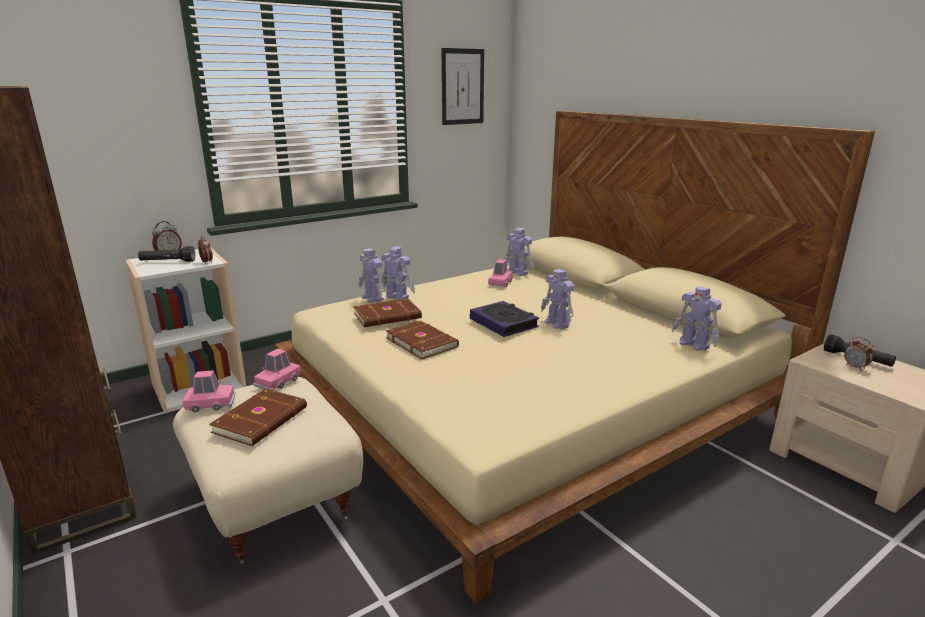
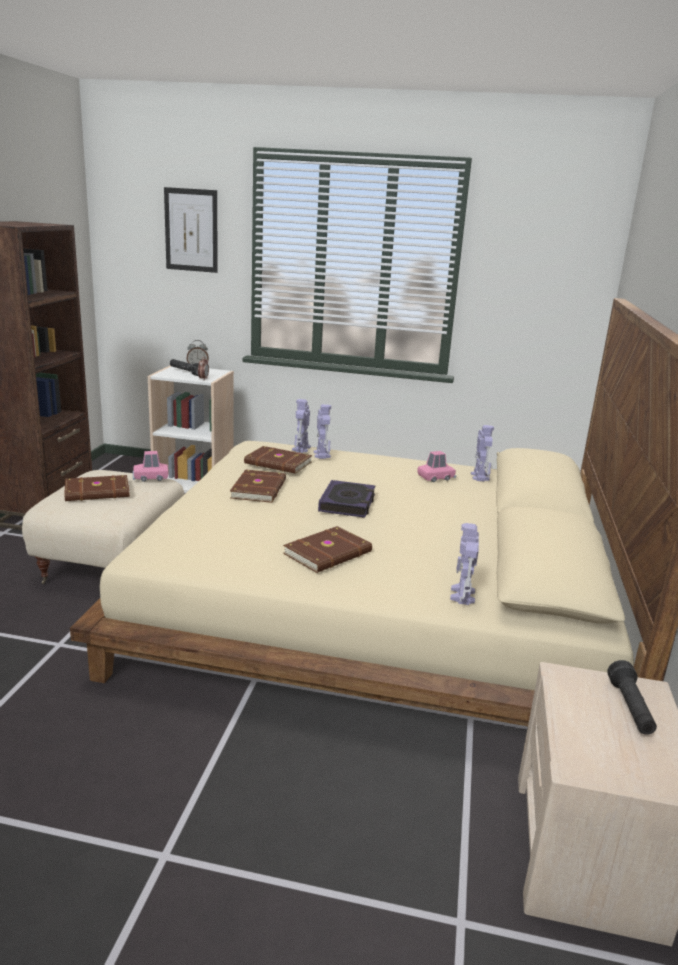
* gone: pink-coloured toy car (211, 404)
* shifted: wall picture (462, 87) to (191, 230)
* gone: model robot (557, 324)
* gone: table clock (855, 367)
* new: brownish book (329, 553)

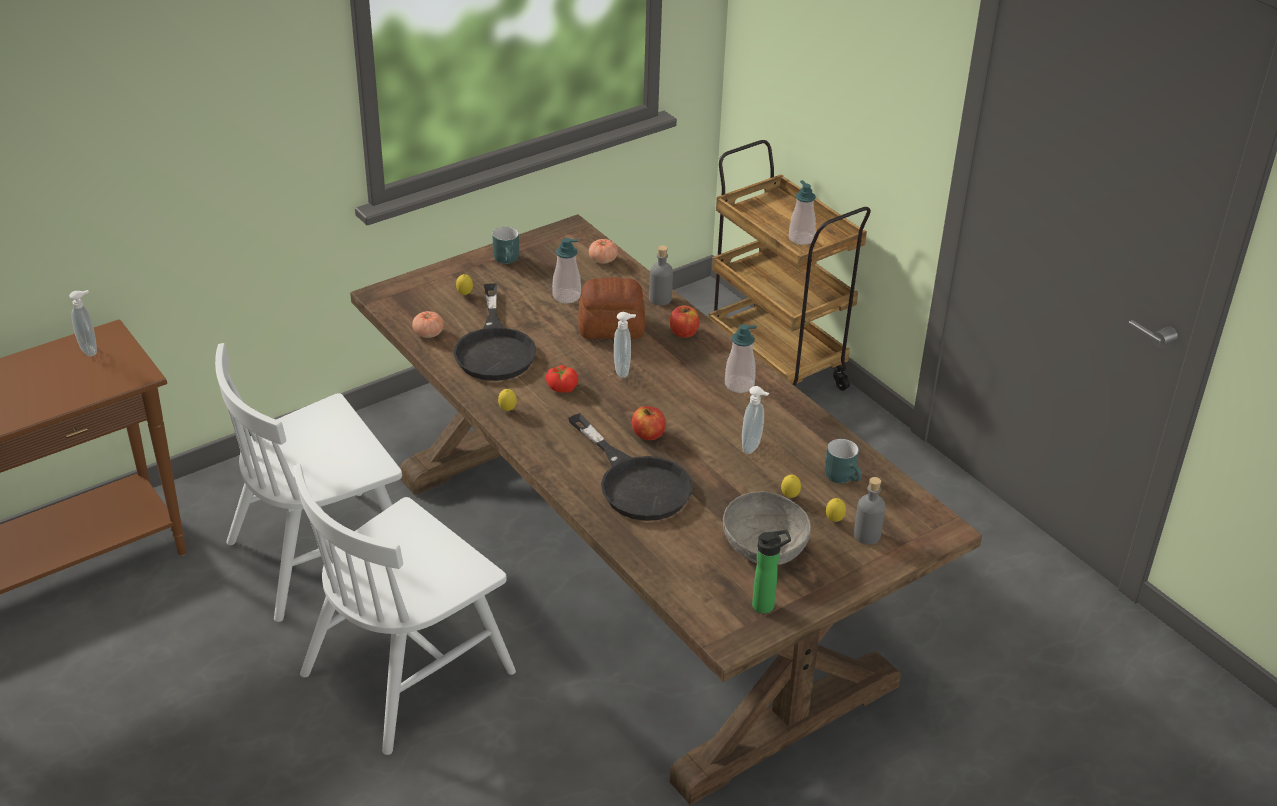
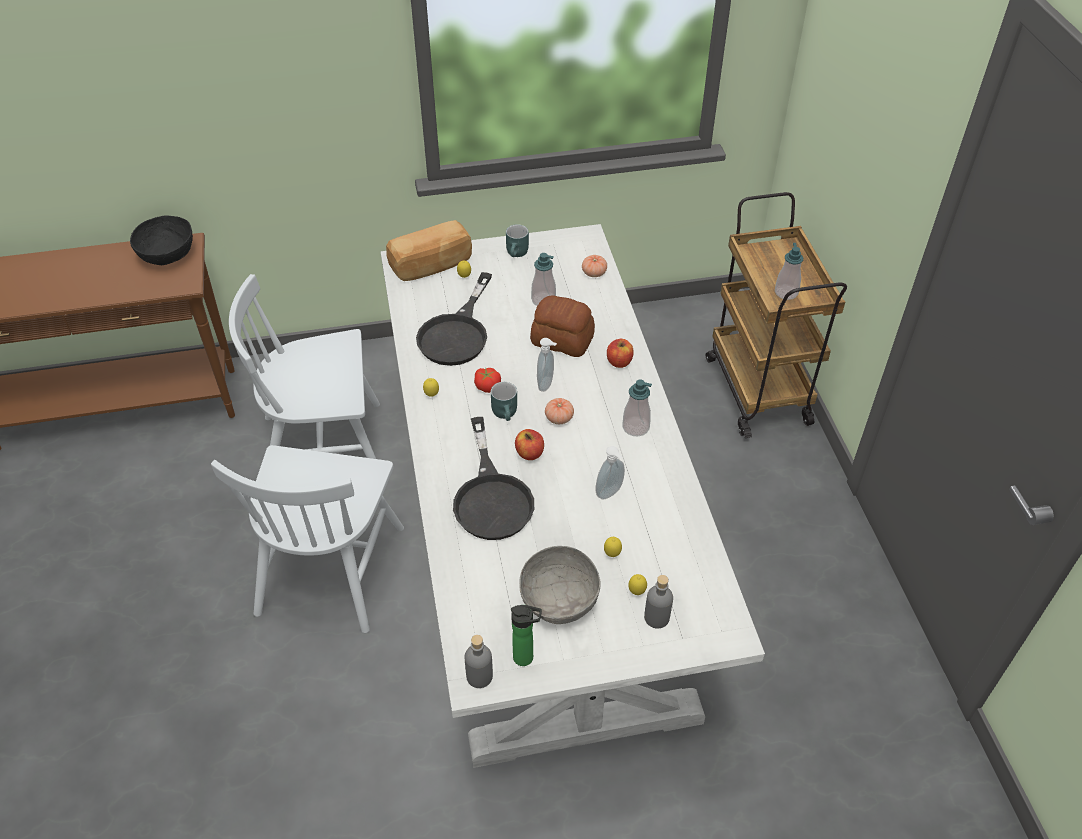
* swapped: soap dispenser (90, 349) to black serving bowl (167, 253)
* rotated: white-coloured chair (408, 671) = (330, 569) 60 degrees counterclockwise
* repainted: brownish dinner table (635, 576) to white-coloured dinner table (542, 544)
* shifted: whole tomato (428, 333) to (559, 418)
* shifted: gray drink bottle (660, 299) to (479, 676)
* shifted: turquoise-coloured tea mug (844, 477) to (507, 413)
* new: baked bread (431, 265)

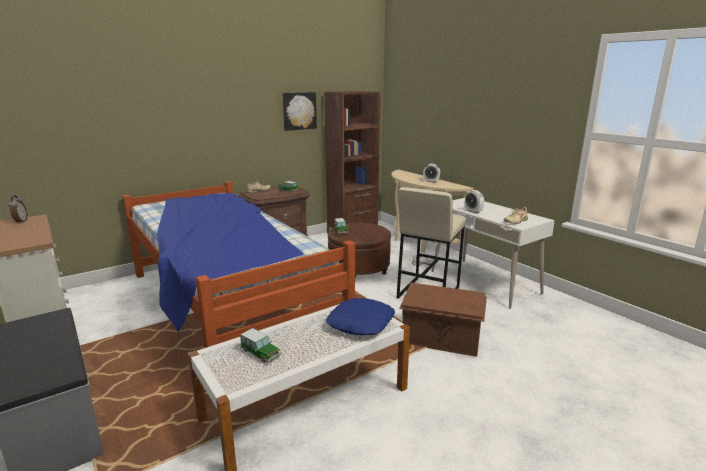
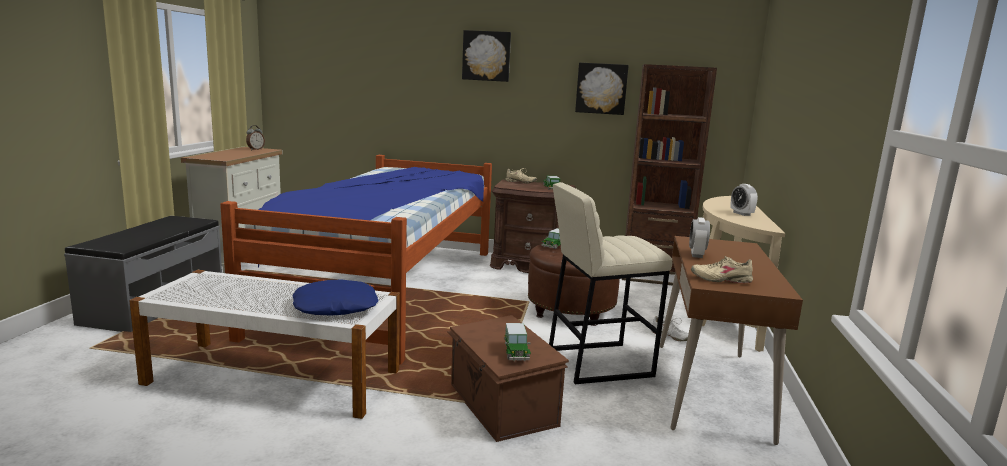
* shifted: toy car (260, 353) to (516, 352)
* repainted: white-coloured desk table (484, 282) to brownish desk table (710, 389)
* new: wall picture (486, 56)

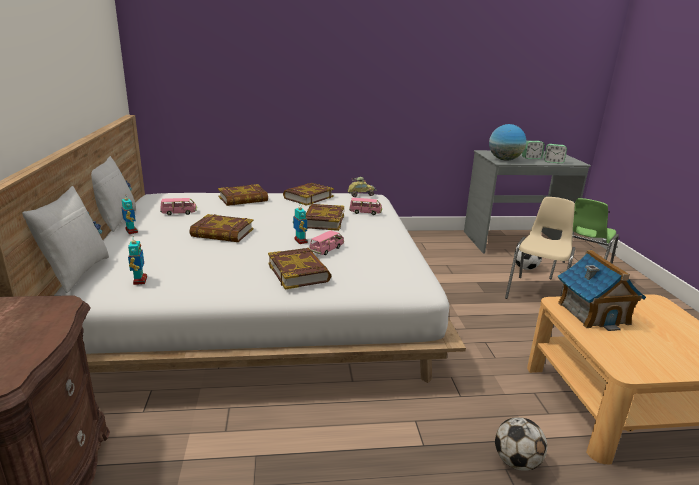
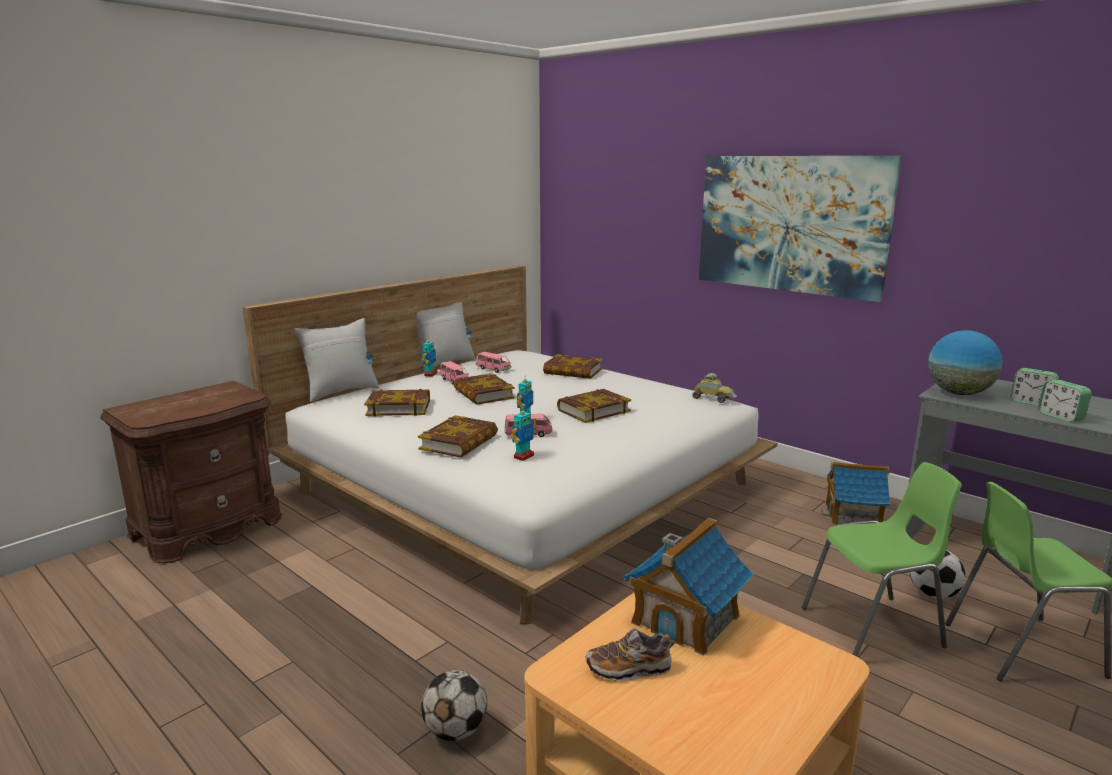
* shifted: model robot (139, 281) to (523, 456)
* shifted: book (308, 197) to (399, 407)
* shifted: pink-coloured toy car (365, 212) to (454, 380)
* repainted: beige-coloured chair (537, 293) to greenish chair (874, 628)
* new: item of footwear (629, 669)
* new: wall picture (790, 224)
* new: toy house (853, 515)

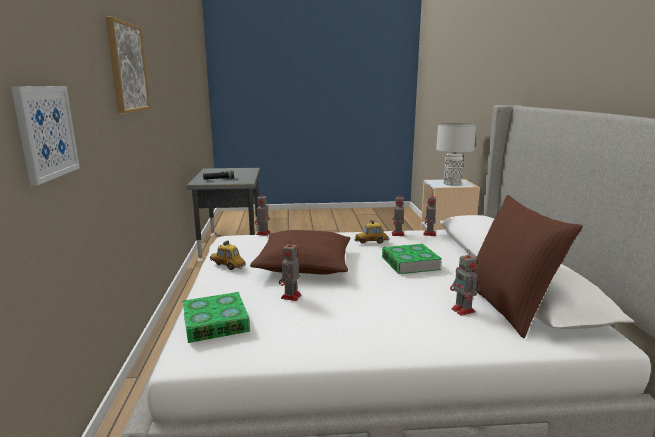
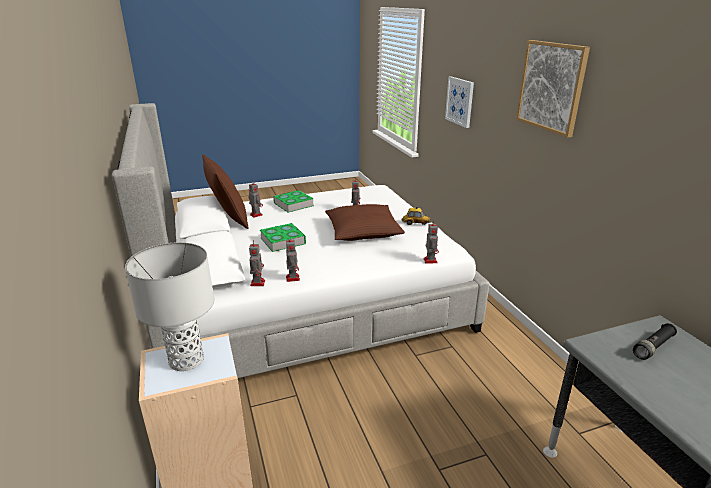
* shifted: book (215, 323) to (293, 204)
* gone: toy car (371, 242)

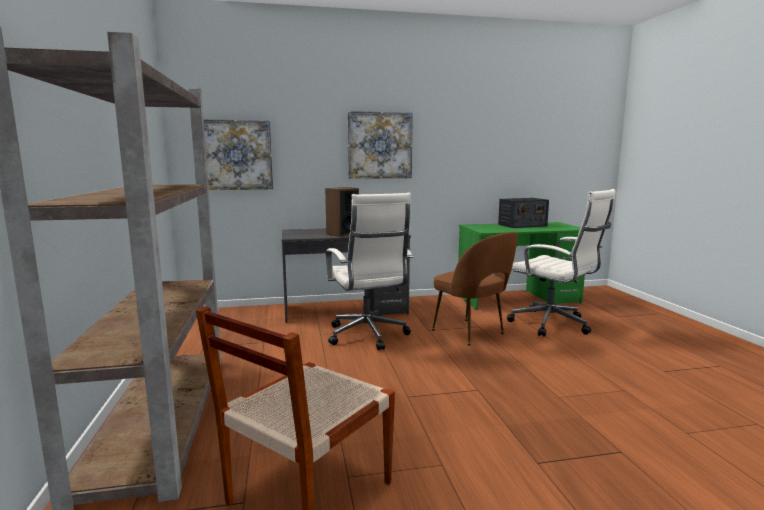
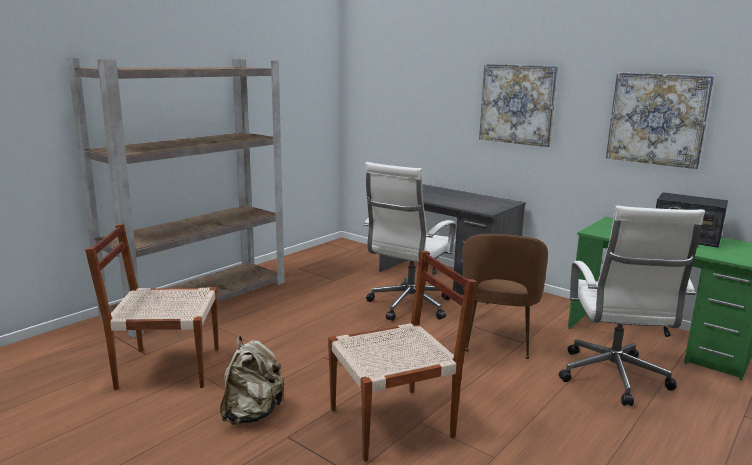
* shifted: wall picture (236, 155) to (657, 119)
* gone: audio speaker (342, 234)
* new: beige-coloured rucksack (252, 414)
* new: chair (394, 423)

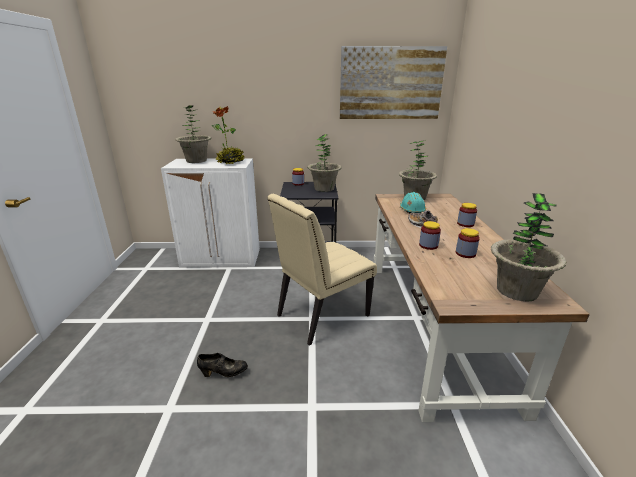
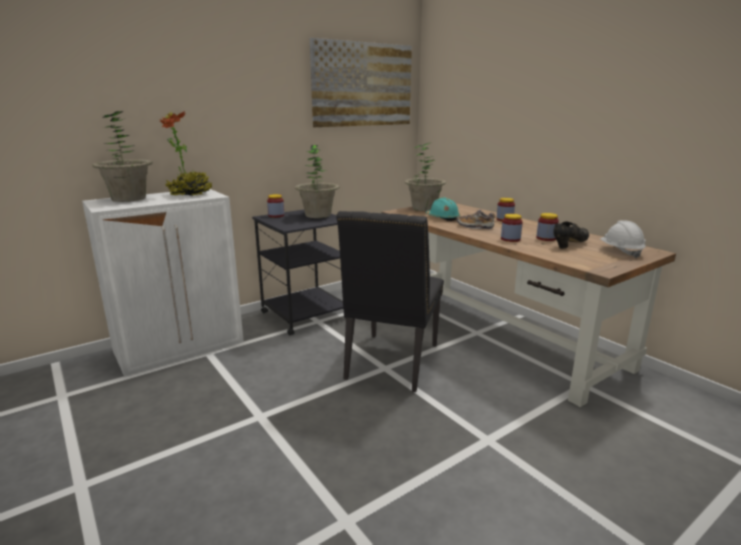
* shifted: black item of footwear (223, 373) to (570, 244)
* repainted: beige-coloured chair (323, 315) to black chair (392, 360)
* swapped: potted plant (516, 291) to white-coloured work helmet (620, 252)

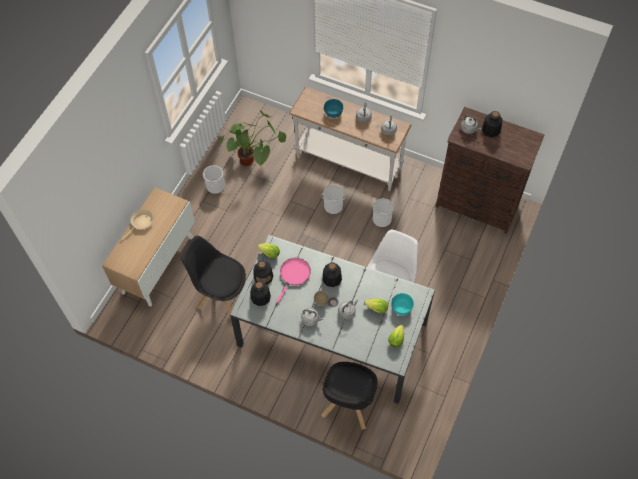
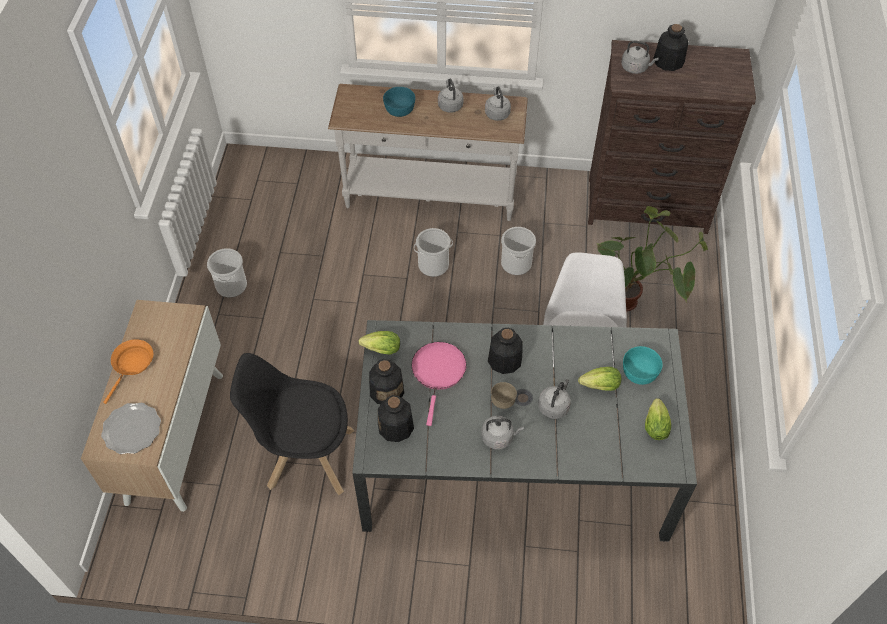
* repainted: beige-coloured frying pan (141, 223) to orange frying pan (132, 365)
* shifted: potted plant (254, 159) to (634, 296)
* gone: black chair (348, 405)
* new: flat dish (132, 429)

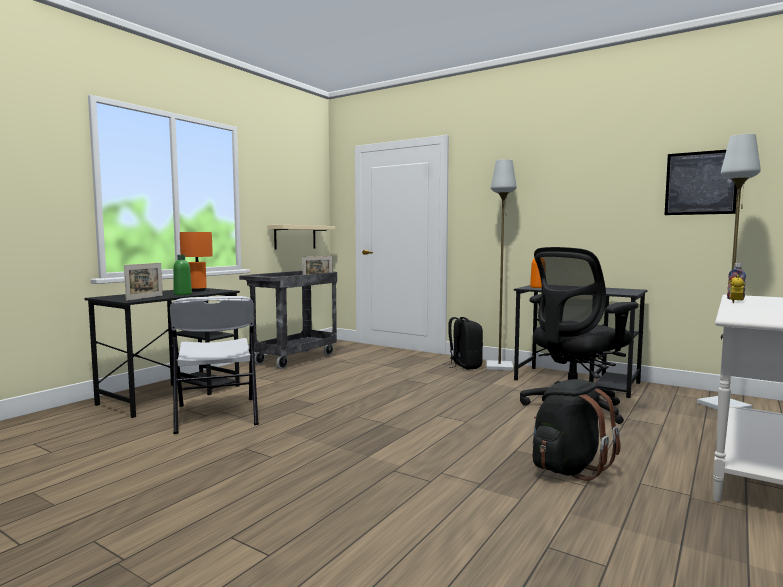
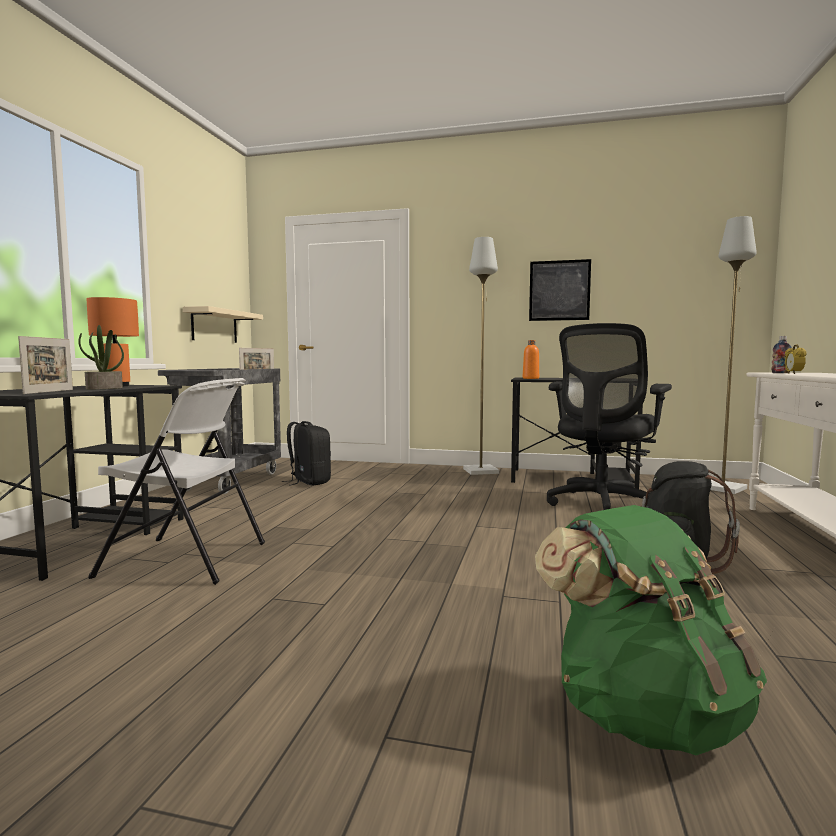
* rotated: white-coloured chair (216, 415) = (184, 560) 45 degrees counterclockwise
* swapped: greenish drink bottle (182, 294) to potted plant (104, 388)
* shifted: black rucksack (464, 366) to (308, 482)
* shifted: wall picture (700, 183) to (559, 290)
* new: greenish rucksack (643, 713)

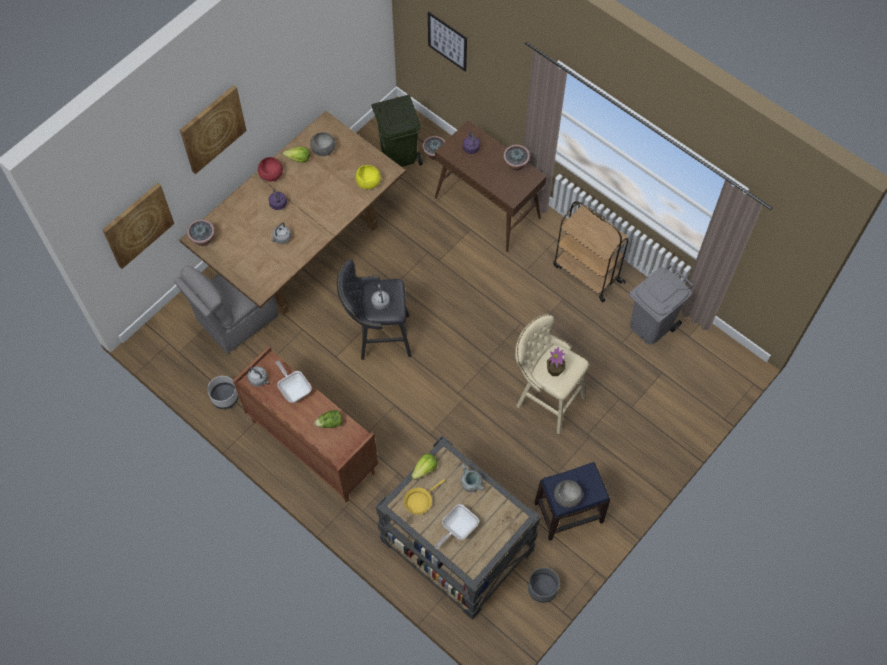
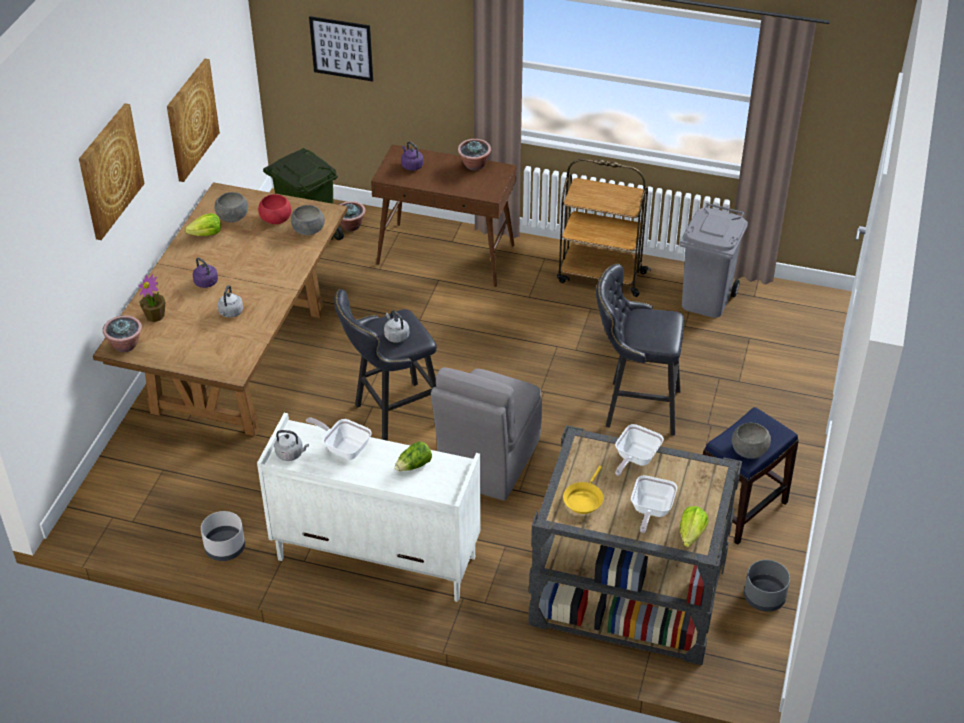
* shifted: wall picture (138, 225) to (191, 119)
* shifted: gray chair (236, 319) to (488, 461)
* repainted: brownish storage cabinet (312, 446) to white-coloured storage cabinet (375, 558)
* shifted: reddish serving bowl (271, 174) to (276, 219)
* repainted: yellow-coloured serving bowl (368, 182) to gray serving bowl (308, 230)
* shifted: lettuce (425, 469) to (691, 534)
* swapped: gray stockpot (471, 483) to frying pan (635, 459)
* repainted: beige-coloured sitting stool (544, 397) to black sitting stool (632, 406)
* shifted: potted plant (555, 370) to (155, 316)

